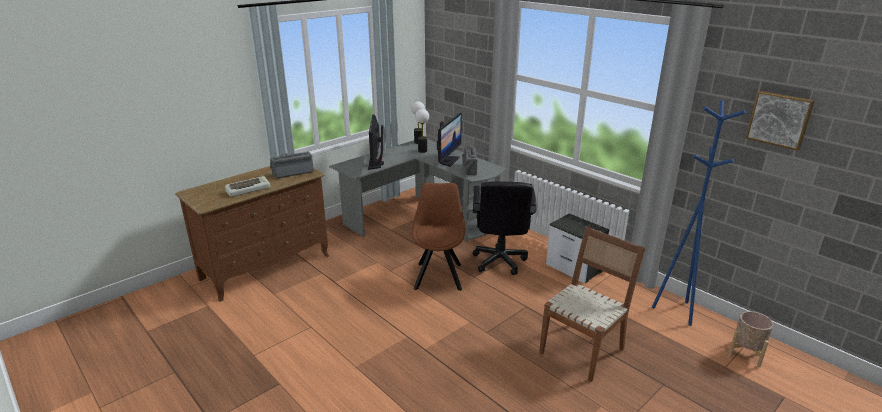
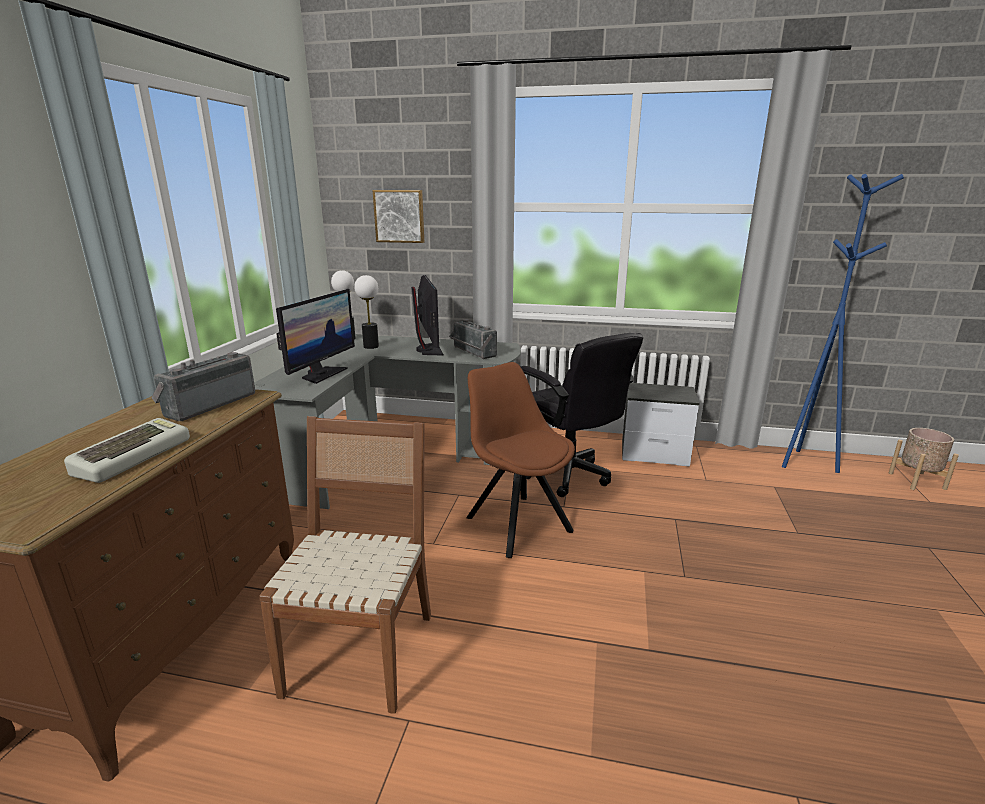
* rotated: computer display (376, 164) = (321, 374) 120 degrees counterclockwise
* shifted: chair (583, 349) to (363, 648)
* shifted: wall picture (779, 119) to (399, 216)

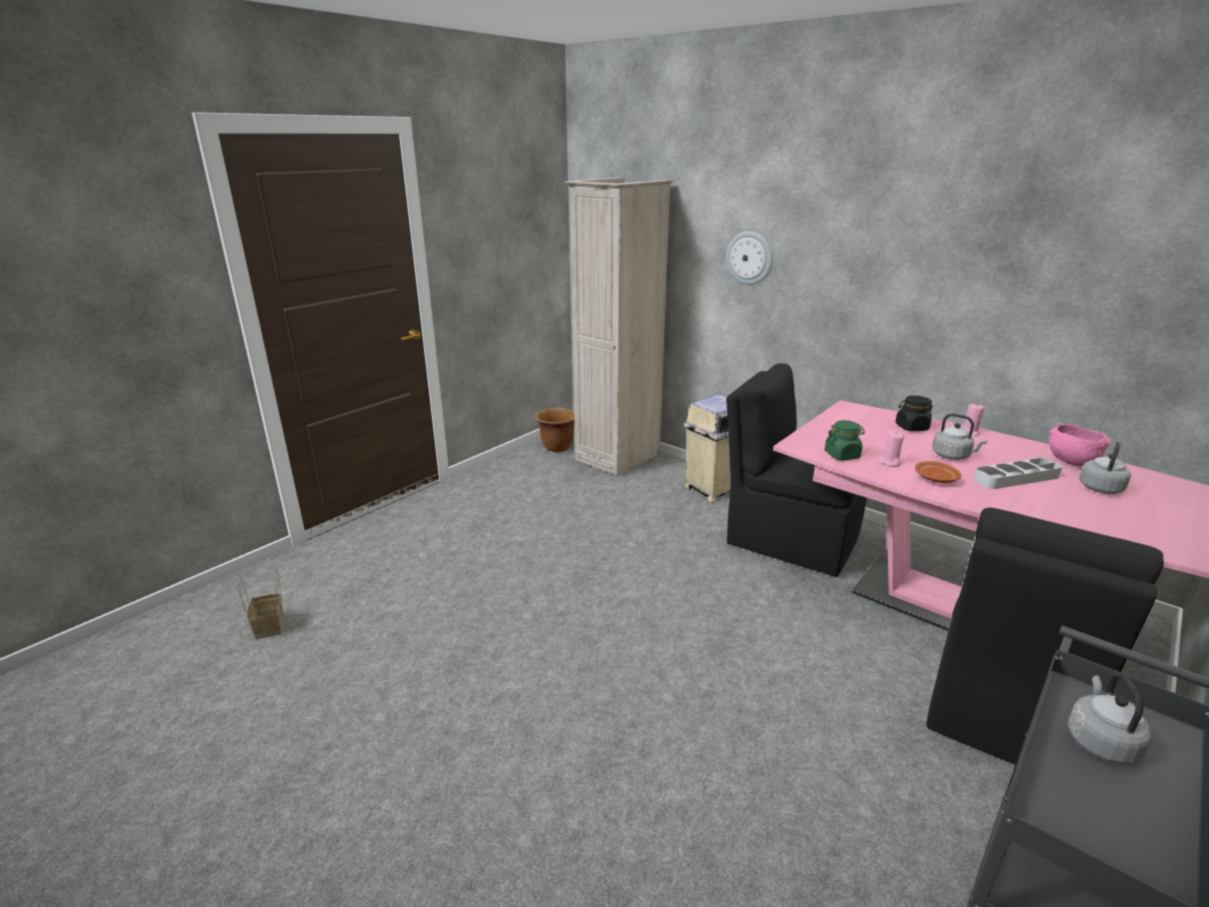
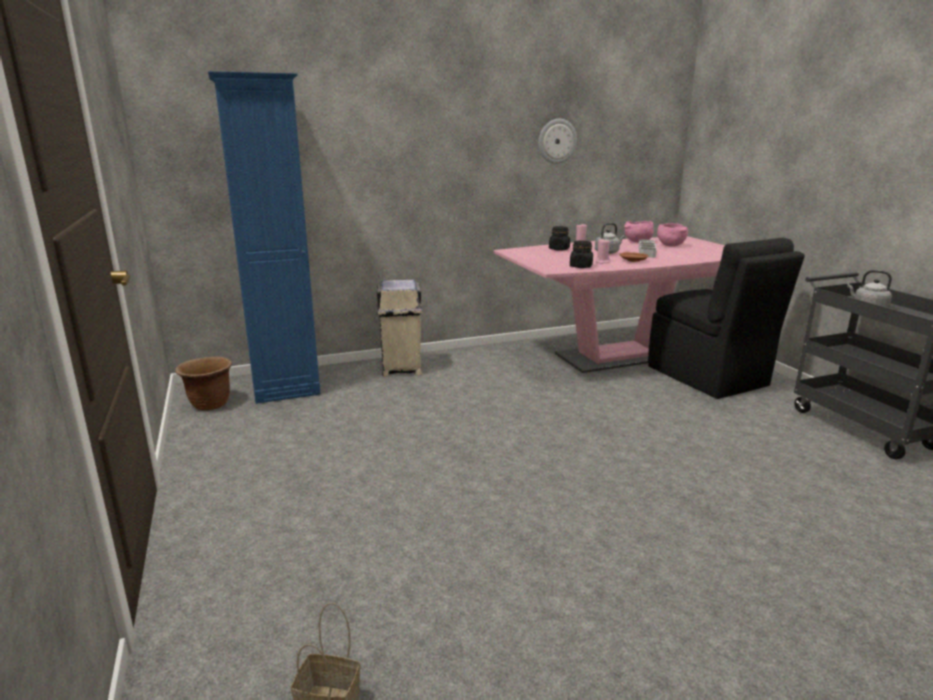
* repainted: beige-coloured storage cabinet (617, 457) to blue storage cabinet (286, 385)
* shifted: hanging clock (749, 258) to (557, 141)
* gone: black chair (789, 539)
* repainted: greenish jar (842, 455) to black jar (581, 266)
* swapped: gray tea kettle (1100, 487) to pink-coloured serving bowl (670, 245)

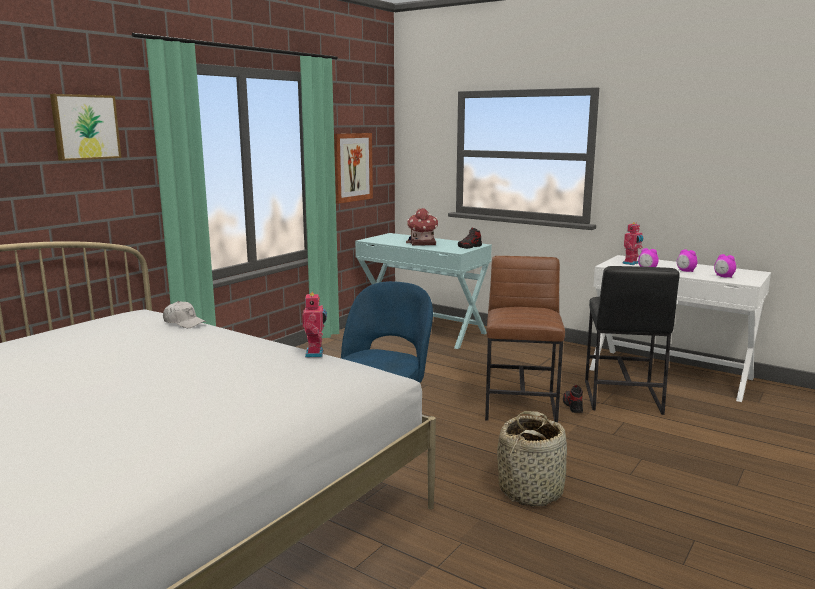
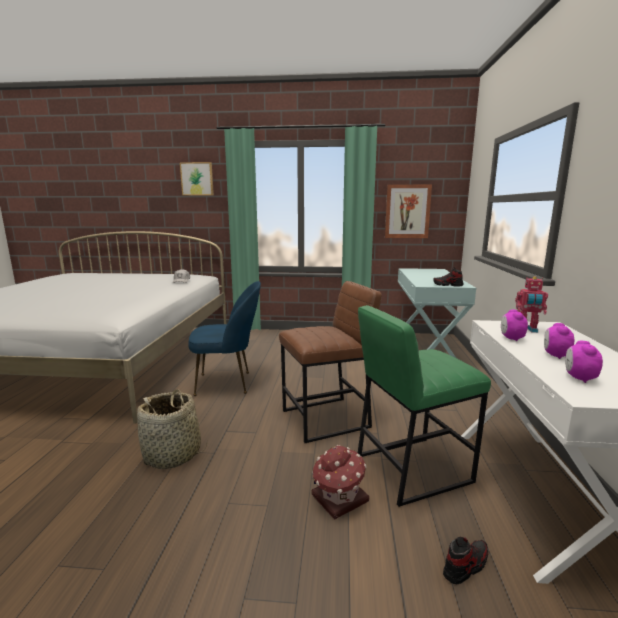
* gone: model robot (316, 354)
* shifted: toy house (422, 243) to (338, 499)
* shifted: item of footwear (572, 406) to (465, 566)
* repainted: black chair (622, 398) to greenish chair (411, 469)

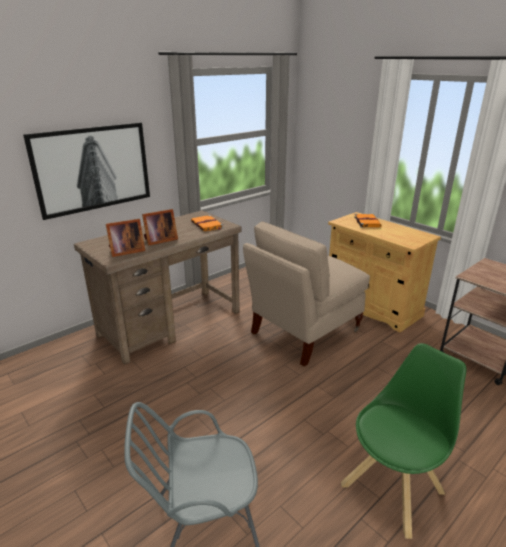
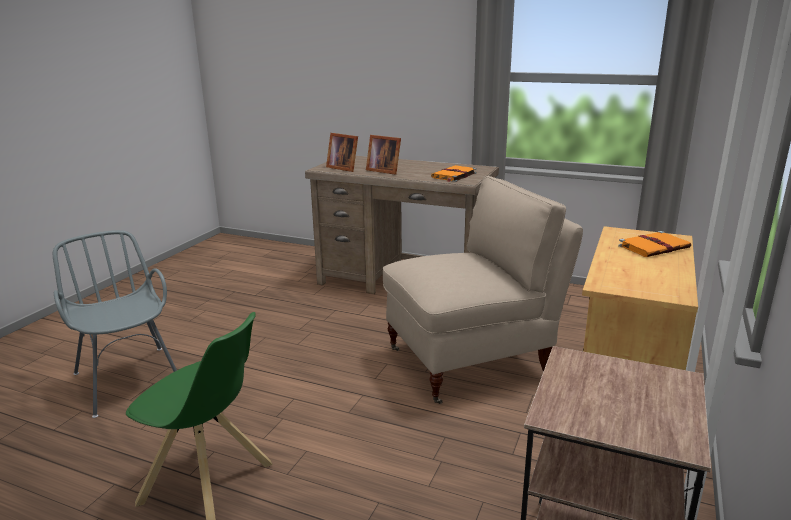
* gone: wall picture (93, 169)
* rotated: beige-coloured chair (304, 332) = (472, 362) 135 degrees clockwise

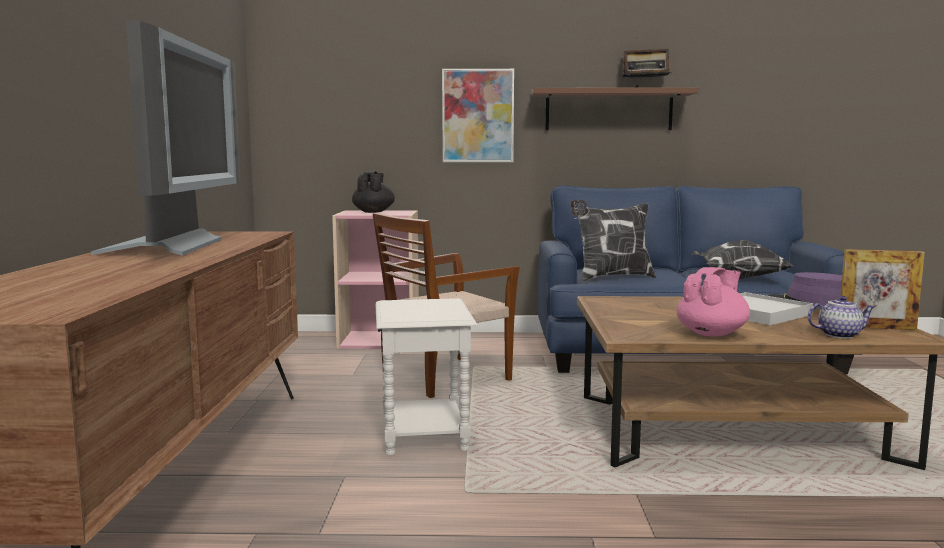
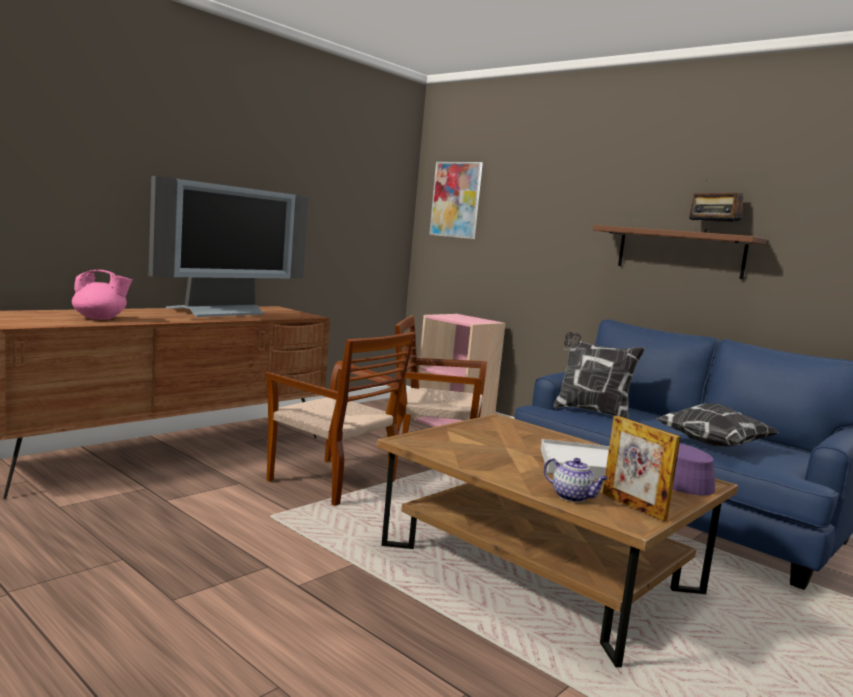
* gone: black pot for tea (373, 212)
* swapped: white-coloured accent table (426, 433) to brownish armchair (333, 482)
* shifted: wall picture (478, 116) to (456, 200)
* shifted: pink-coloured pot for tea (712, 333) to (100, 318)

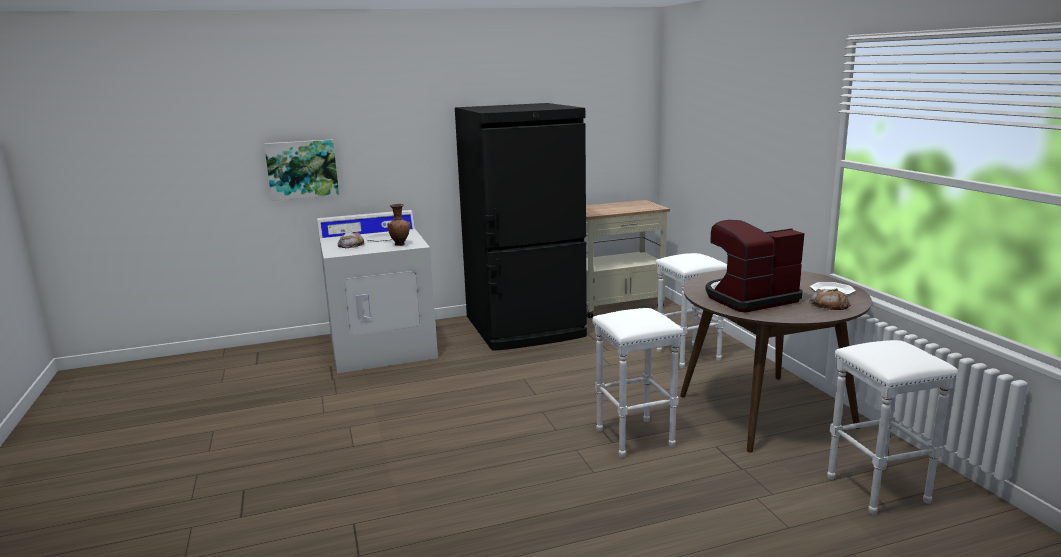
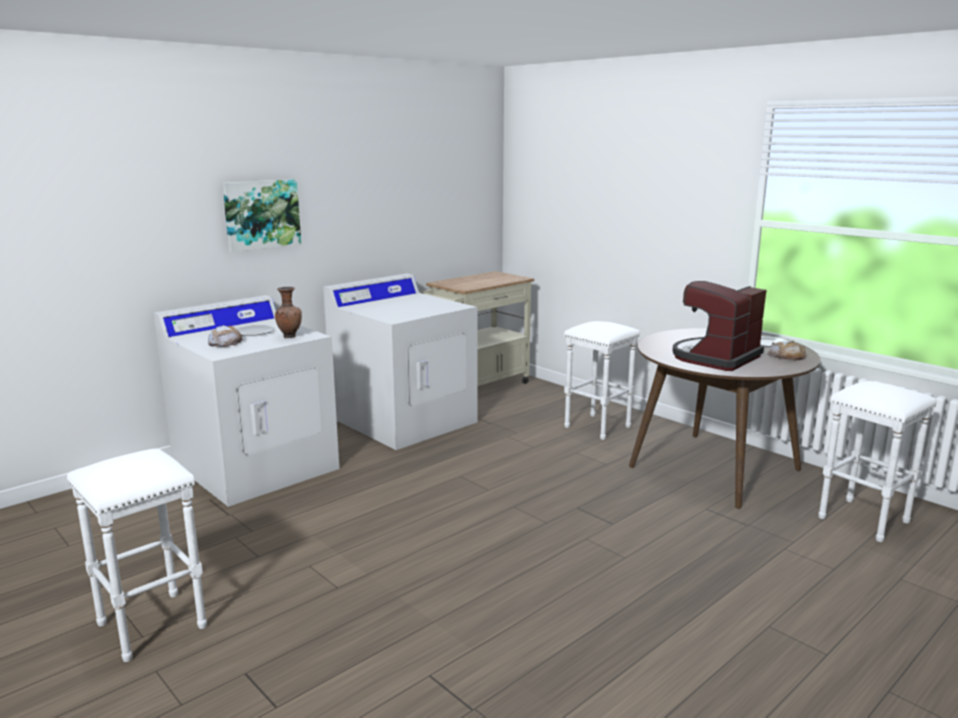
* shifted: wall picture (302, 169) to (261, 214)
* swapped: black kitchen fridge (525, 326) to white-coloured washing machine (404, 420)
* shifted: white-coloured sitting stool (633, 437) to (149, 625)

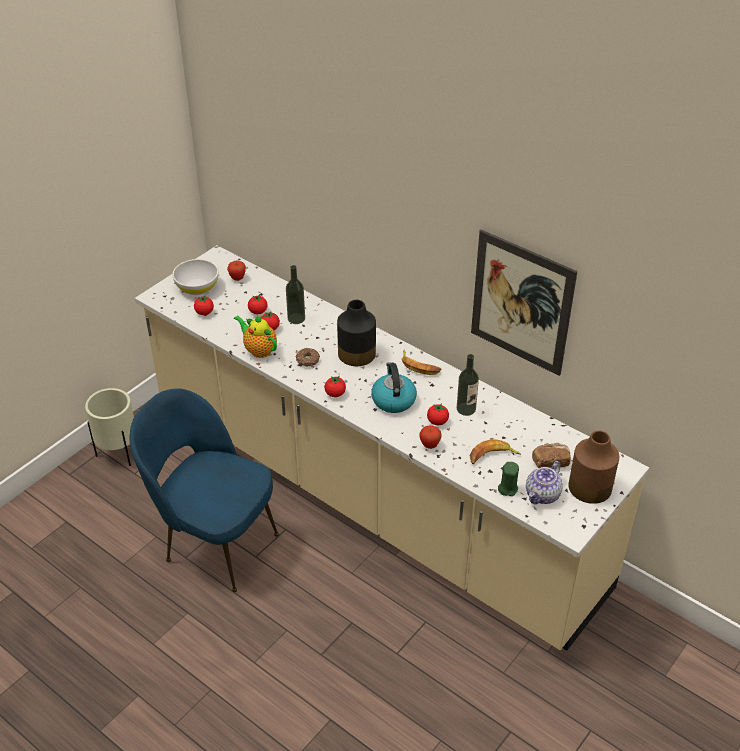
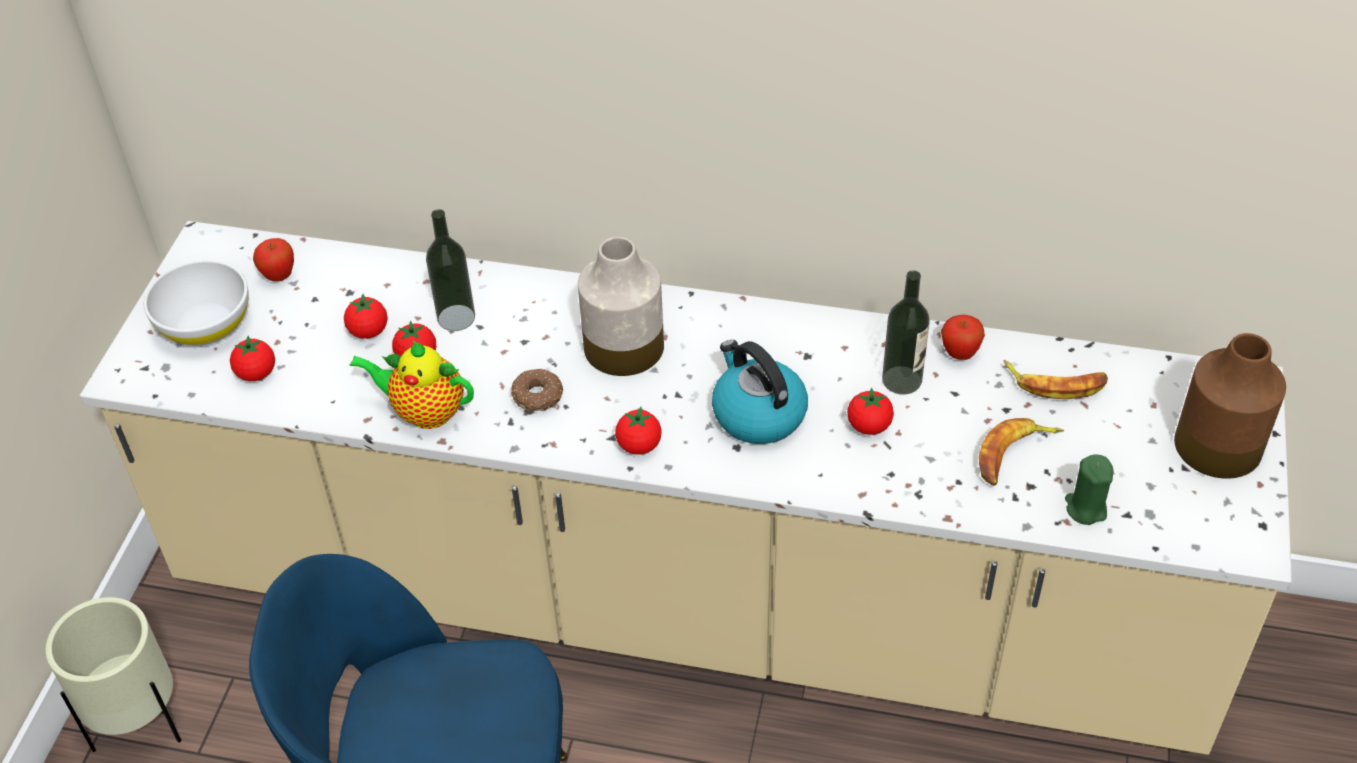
* repainted: black vase (357, 353) to beige-coloured vase (624, 346)
* shifted: whole banana (419, 366) to (1056, 383)
* shifted: apple (429, 445) to (959, 354)
* gone: wall picture (521, 303)
* gone: pot for tea (543, 495)
* gone: baked bread (550, 462)

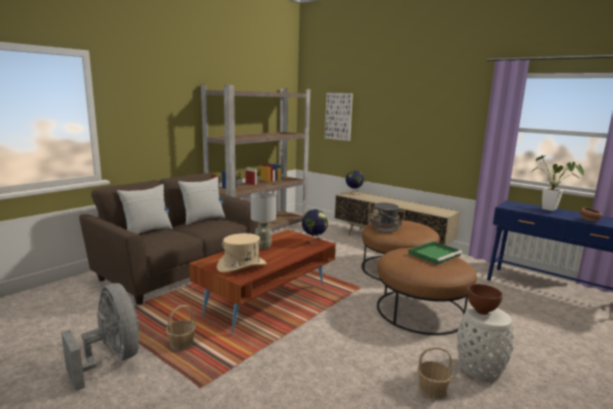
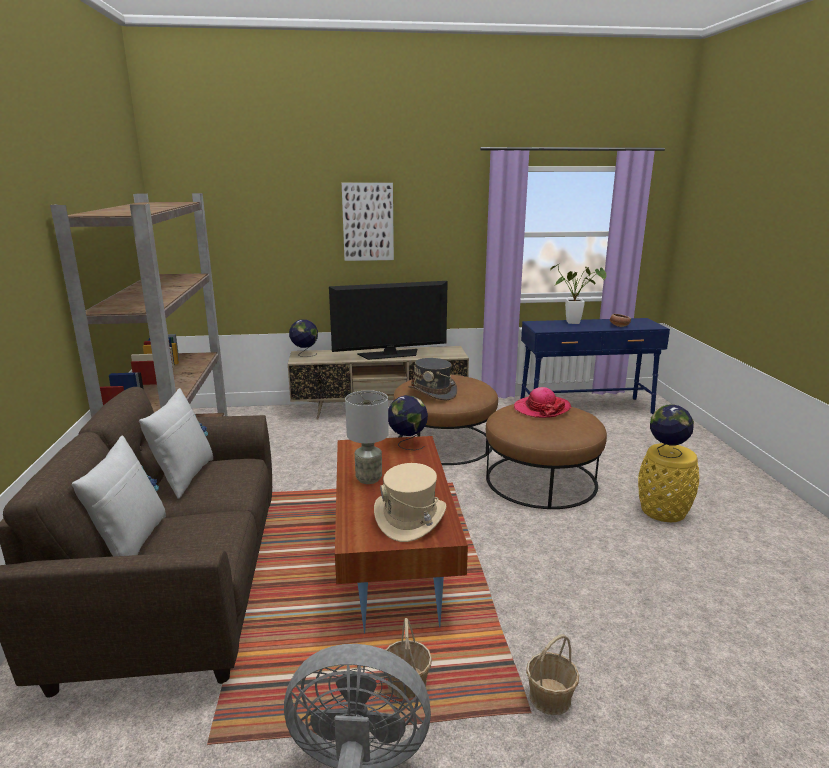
* shifted: wall picture (338, 116) to (368, 222)
* swapped: greenish tray (434, 255) to wearable hat (541, 408)
* shifted: basket (432, 390) to (550, 697)
* repainted: white-coloured sitting stool (480, 368) to yellow-coloured sitting stool (663, 511)
* swapped: brownish serving bowl (481, 312) to world globe (667, 453)
* new: television (390, 354)

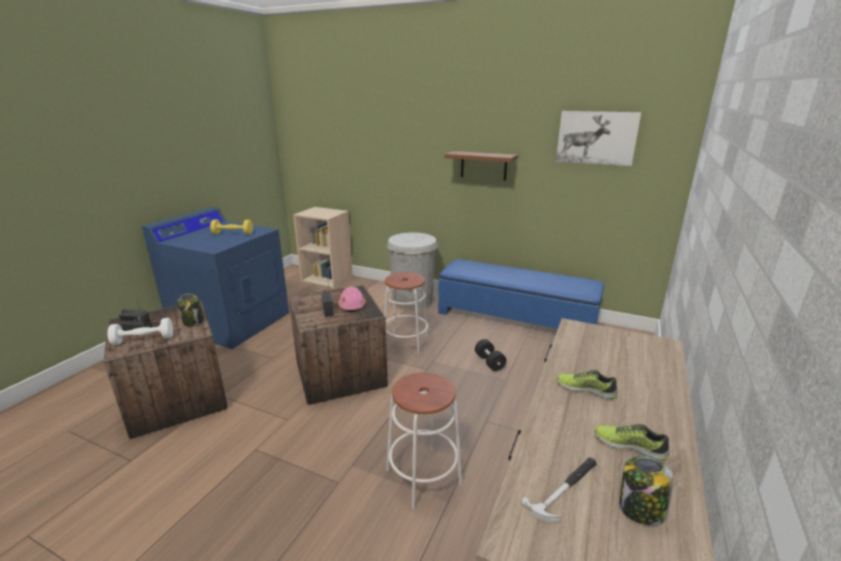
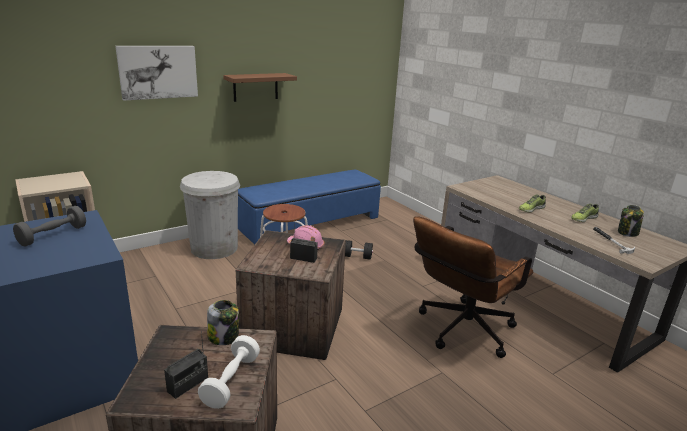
* repainted: yellow-coloured hand weight (233, 233) to gray hand weight (53, 235)
* swapped: white-coloured sitting stool (423, 476) to brownish office chair (460, 331)
* shifted: wall picture (596, 137) to (158, 72)

